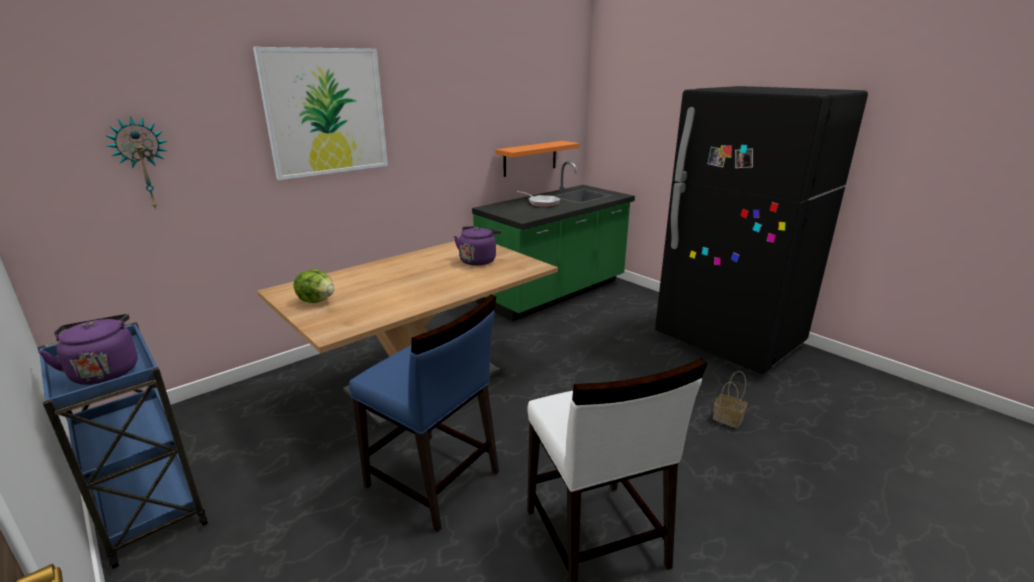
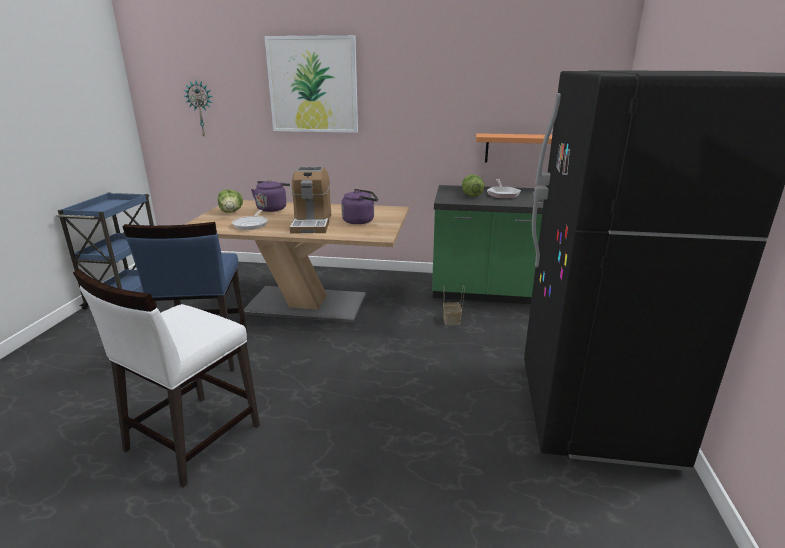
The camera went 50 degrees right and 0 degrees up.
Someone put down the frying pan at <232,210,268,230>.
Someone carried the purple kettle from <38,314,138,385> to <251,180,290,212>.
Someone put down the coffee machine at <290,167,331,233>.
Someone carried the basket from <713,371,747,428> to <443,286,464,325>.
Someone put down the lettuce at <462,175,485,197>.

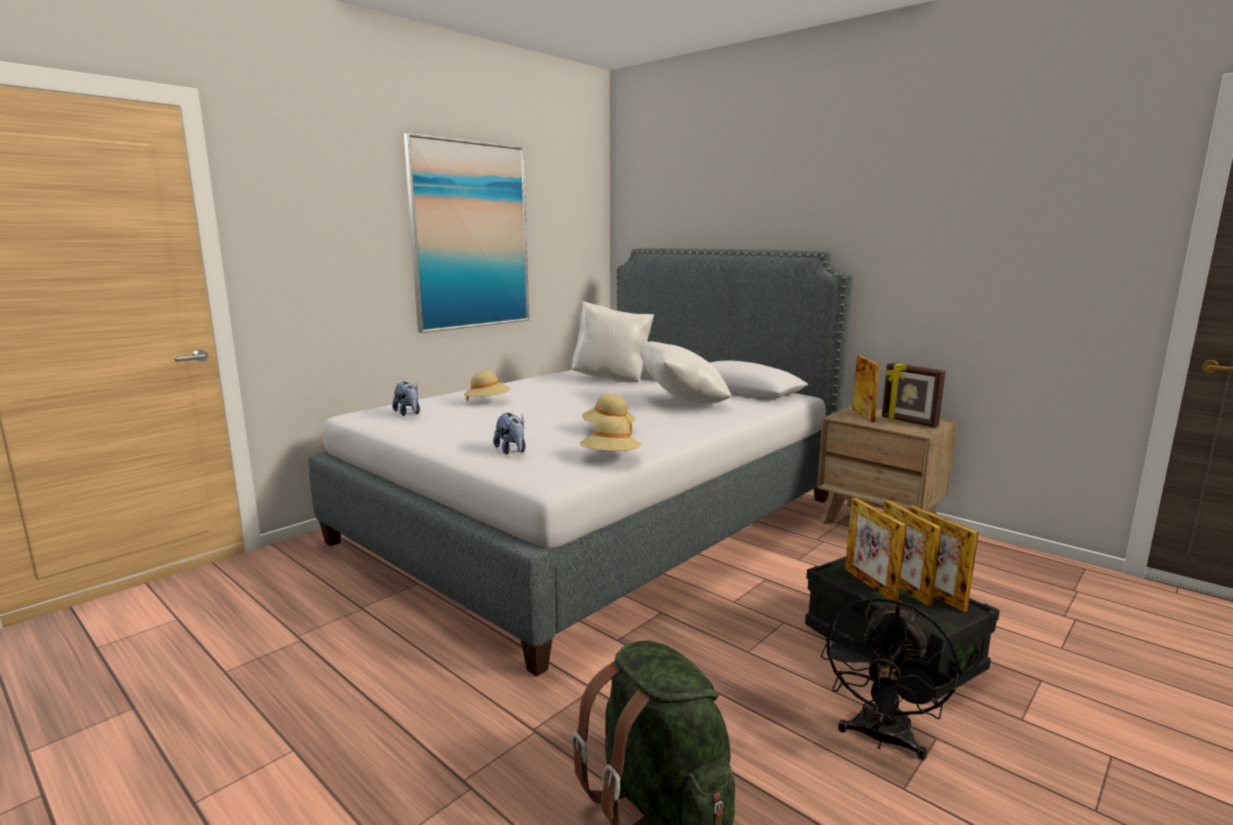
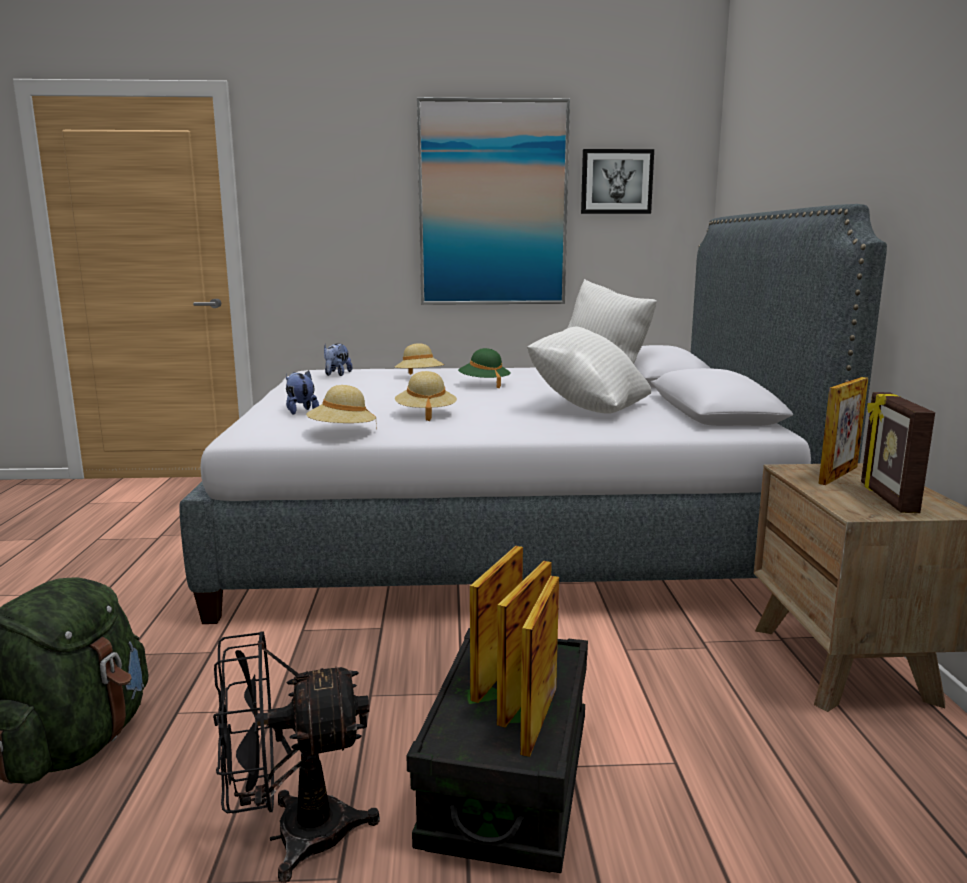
The camera went 45 degrees right and 0 degrees up.
Someone rotated the plush toy at <493,413,526,455> by 135 degrees clockwise.
Someone put down the green hat at <458,348,511,388>.
Someone put up the picture at <581,149,654,214>.

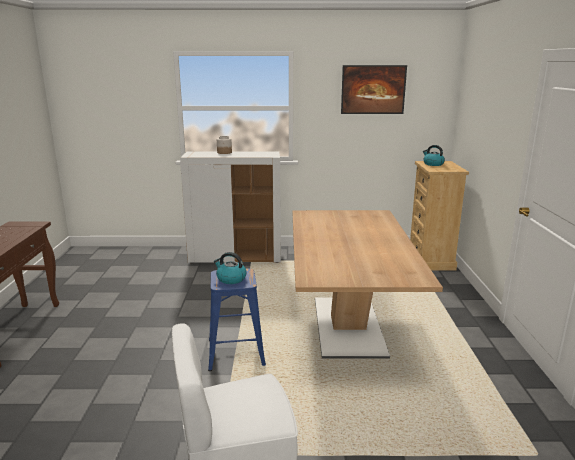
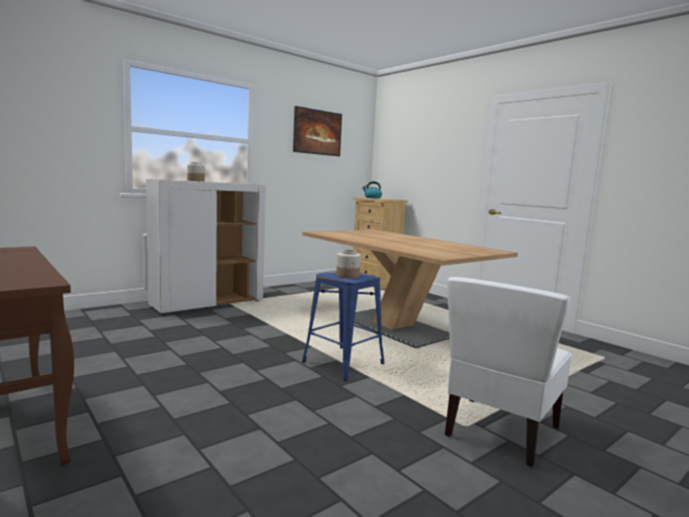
The camera went 40 degrees left and 10 degrees down.
Someone swapped the kettle at <214,252,247,284> for the jar at <336,250,361,278>.

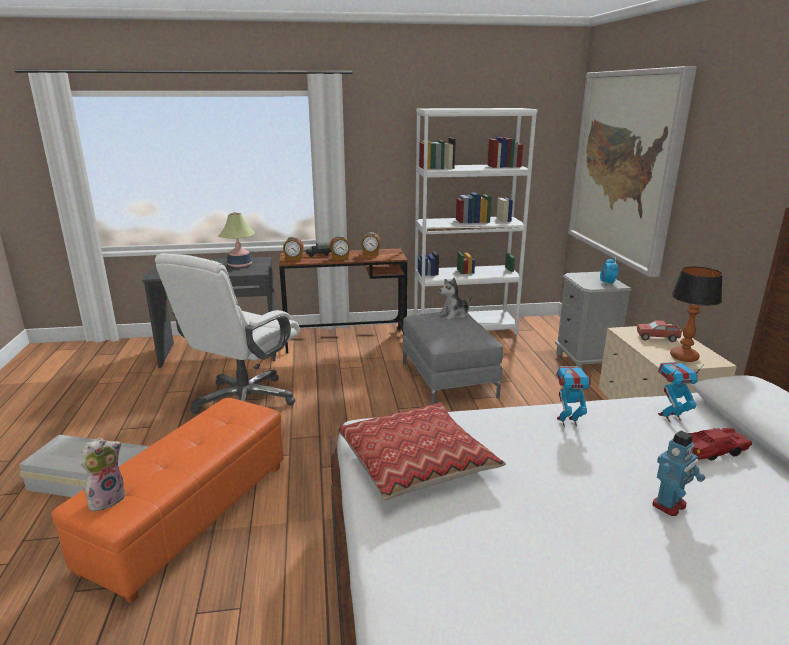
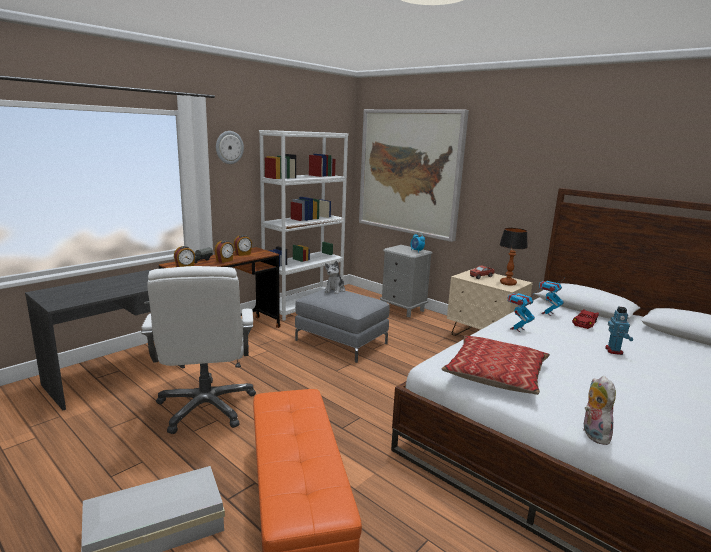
The camera went 40 degrees left and 5 degrees down.
Someone put up the wall clock at <216,131,244,164>.
Someone carried the plush toy from <81,438,125,512> to <583,376,616,445>.
Someone took away the table lamp at <218,212,255,268>.

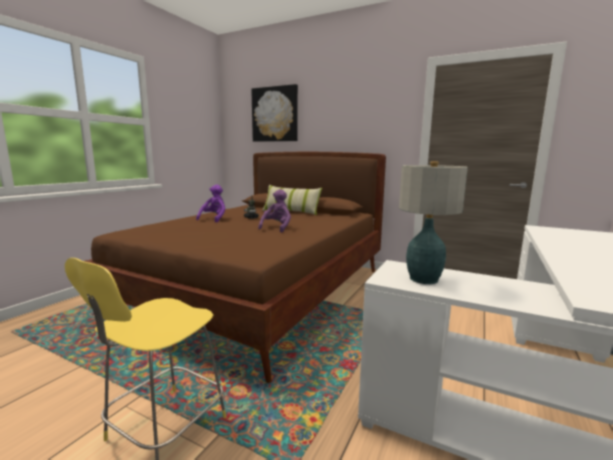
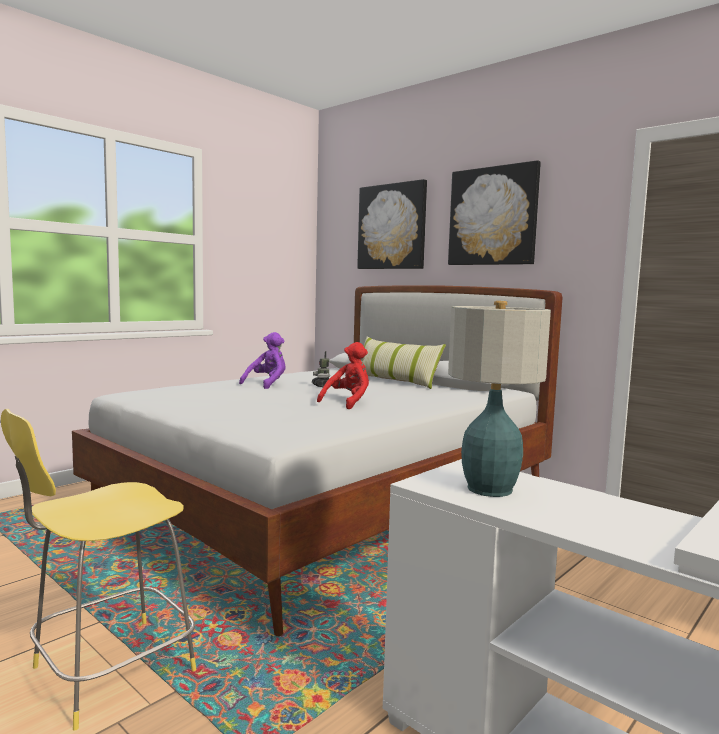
The camera went 15 degrees right and 5 degrees down.
Someone repainted the brown bed at <85,152,386,383>, which became the white bed at <72,285,563,636>.
Someone repainted the purple plush toy at <258,189,291,232>, which became the red plush toy at <317,342,369,409>.
Someone put up the picture at <448,160,541,265>.

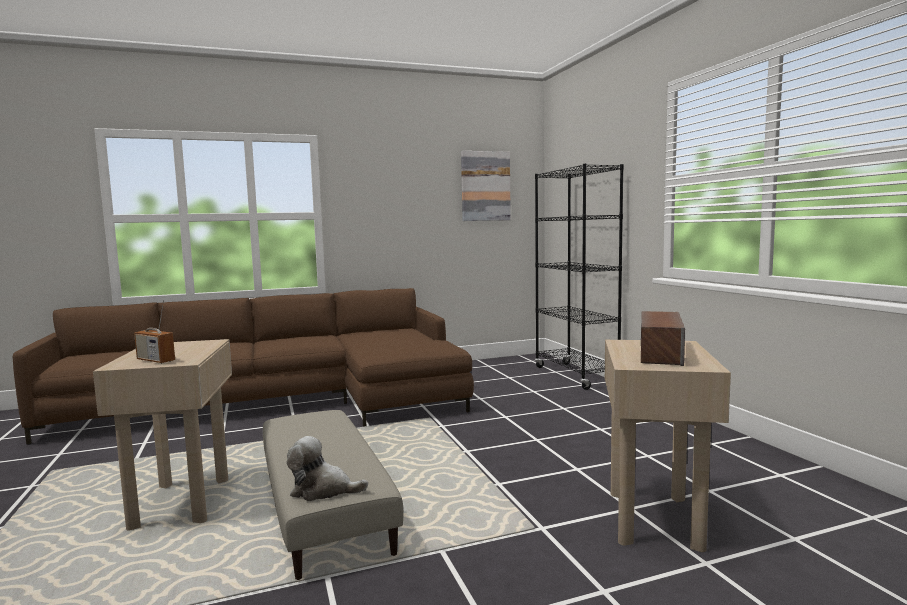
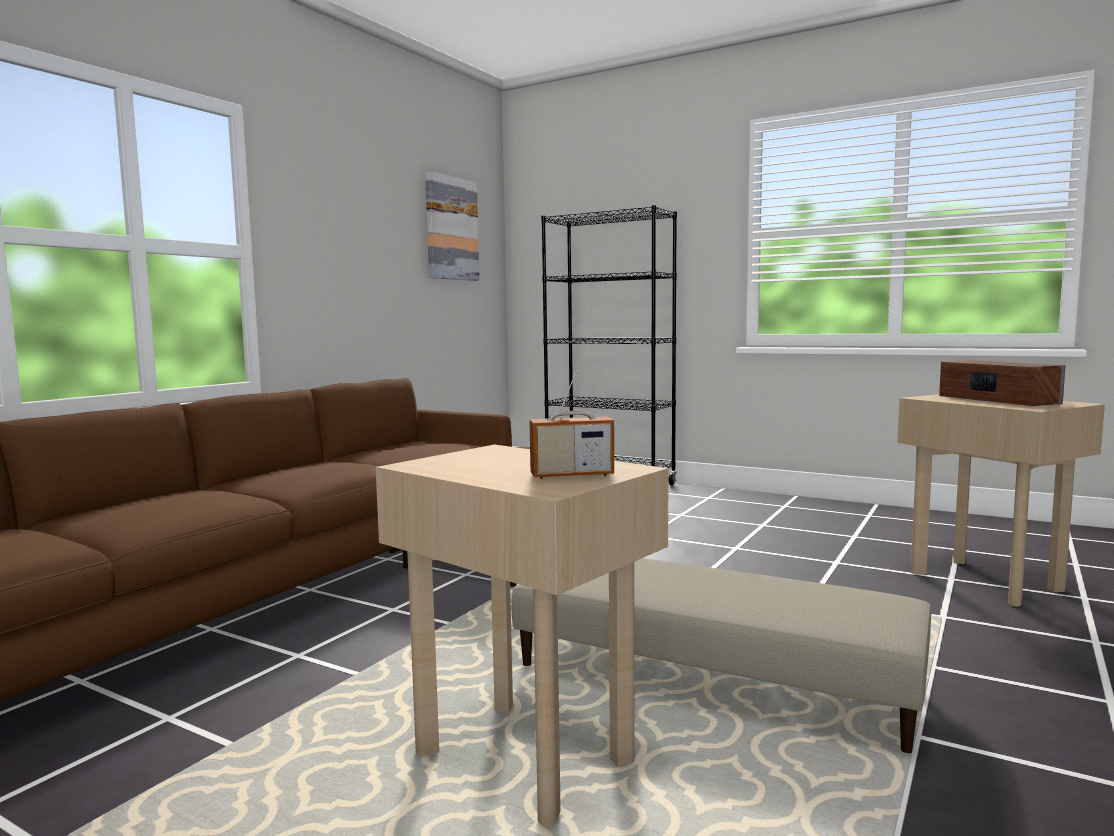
The camera went 40 degrees left and 0 degrees up.
Someone took away the plush toy at <287,436,368,501>.

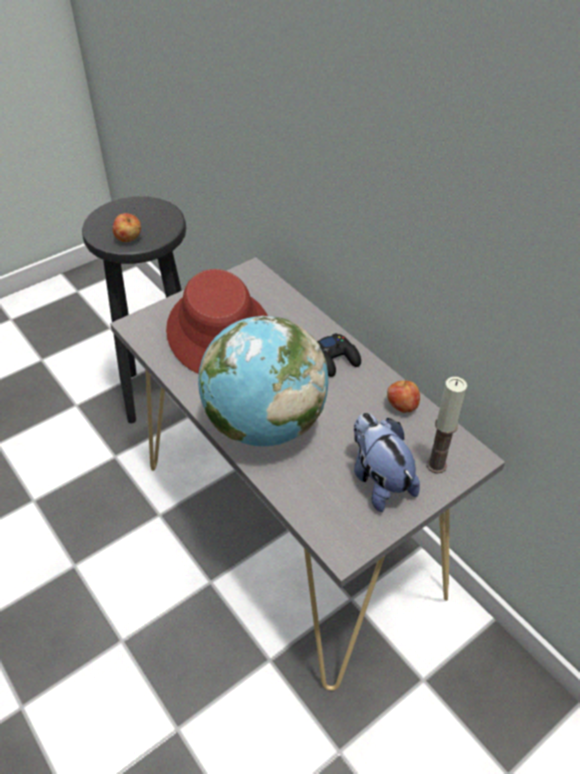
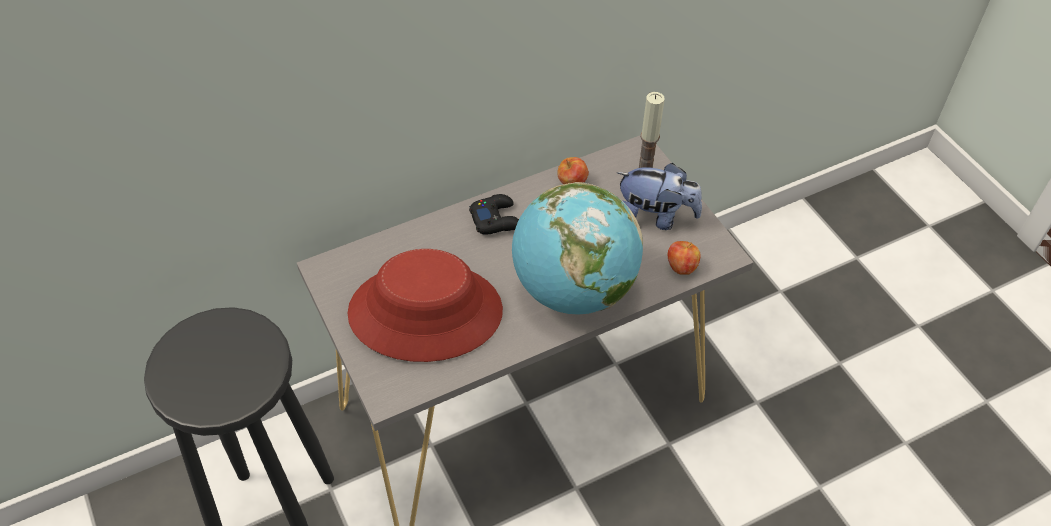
The camera went 80 degrees left and 5 degrees up.
Someone rotated the plush toy at <354,413,420,512> by 150 degrees counterclockwise.
Someone carried the apple from <113,213,141,242> to <668,241,701,275>.

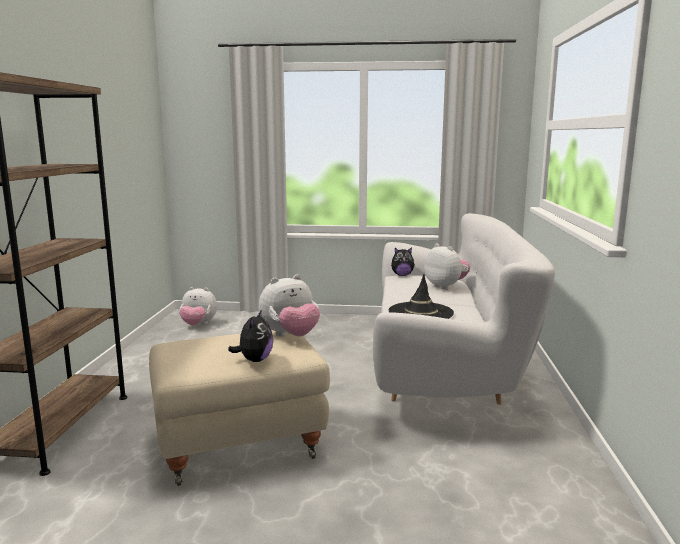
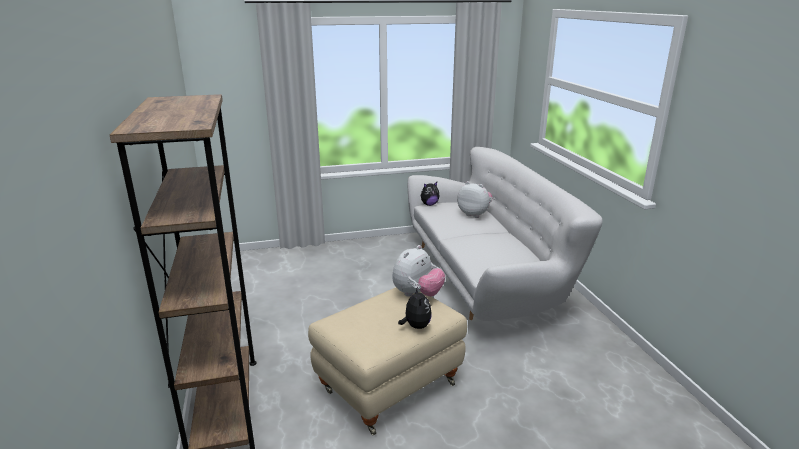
The camera went 20 degrees left and 10 degrees up.
Someone took away the plush toy at <179,287,217,325>.
Someone took away the black hat at <389,274,454,319>.

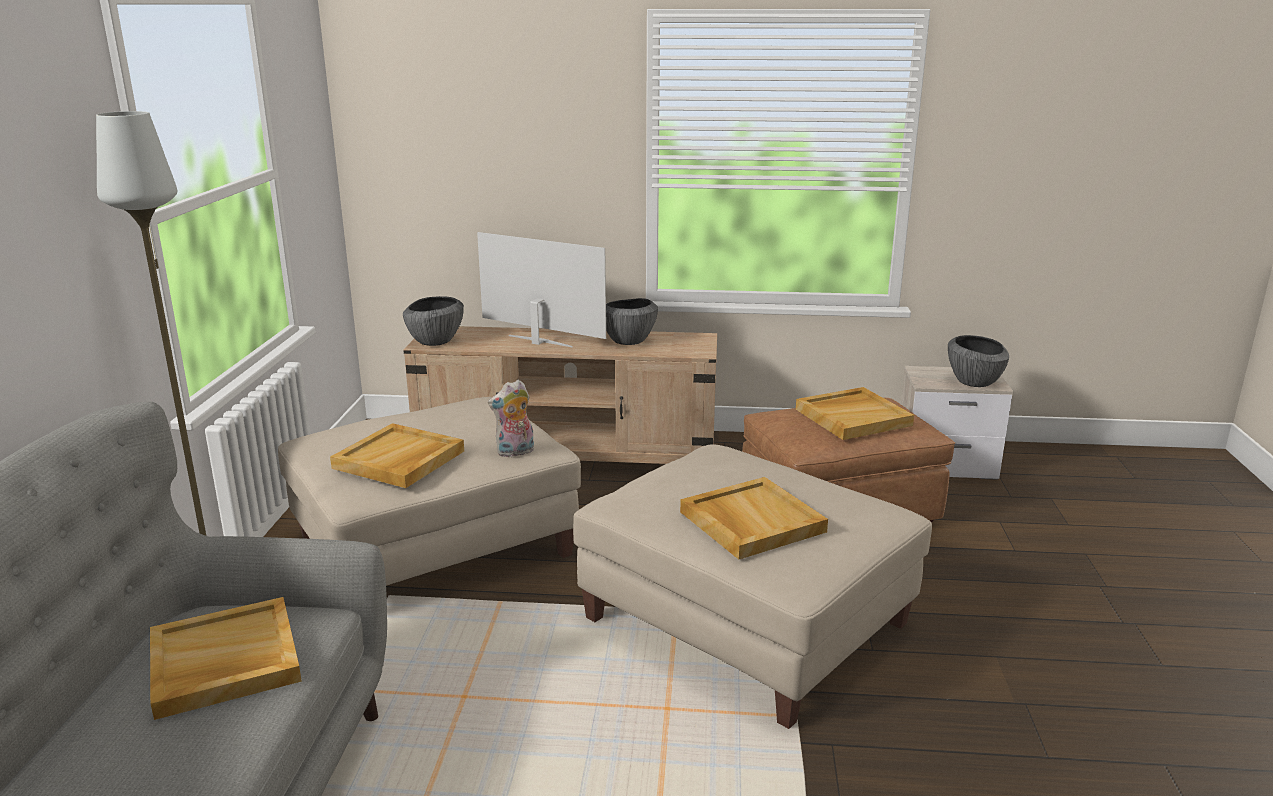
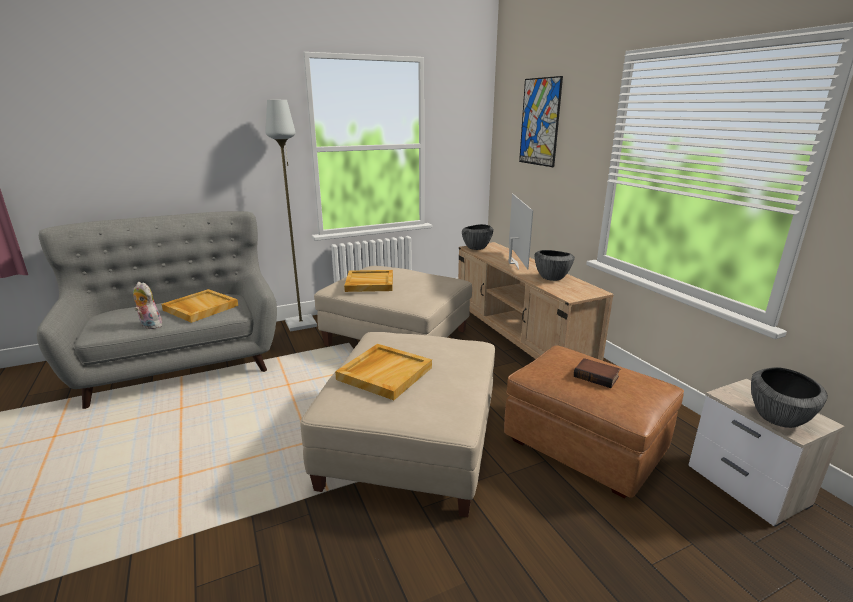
The camera went 60 degrees right and 0 degrees up.
Someone carried the plush toy from <488,380,534,458> to <133,282,162,330>.
Someone put up the picture at <519,76,563,167>.
Someone swapped the beige tray at <796,387,914,440> for the book at <574,358,620,388>.

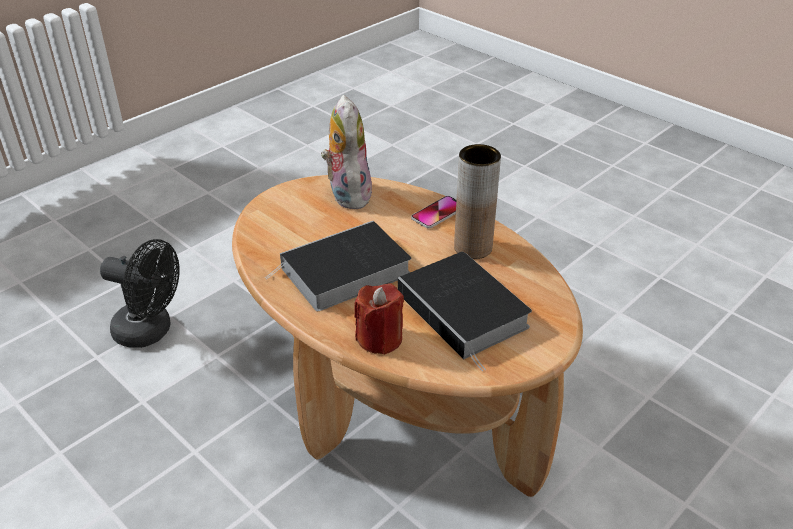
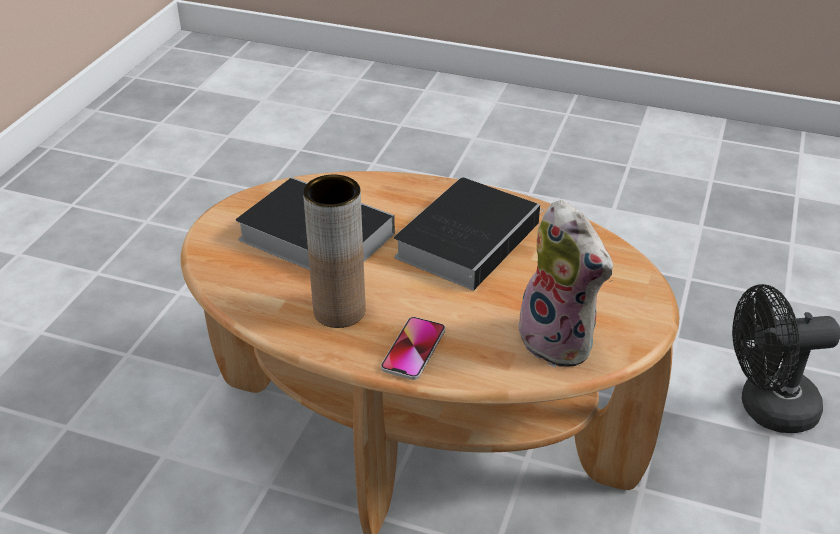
The camera went 155 degrees right and 0 degrees up.
Someone took away the red candle at <354,283,404,355>.

